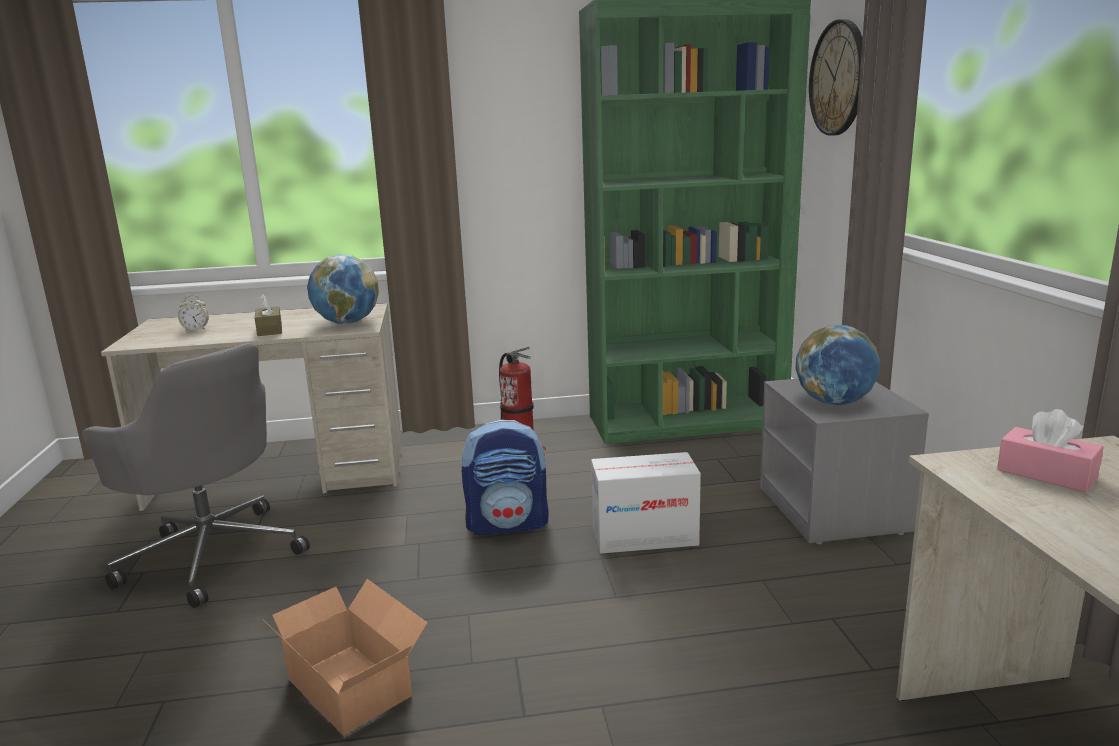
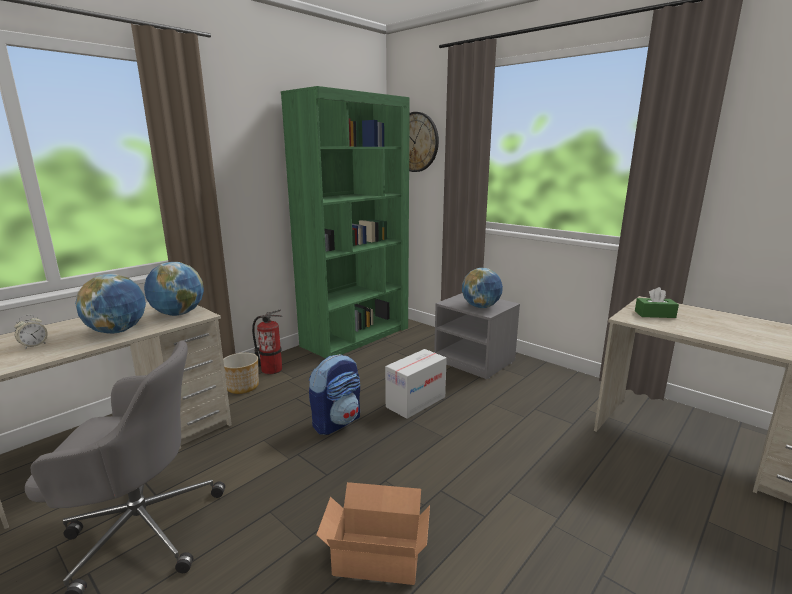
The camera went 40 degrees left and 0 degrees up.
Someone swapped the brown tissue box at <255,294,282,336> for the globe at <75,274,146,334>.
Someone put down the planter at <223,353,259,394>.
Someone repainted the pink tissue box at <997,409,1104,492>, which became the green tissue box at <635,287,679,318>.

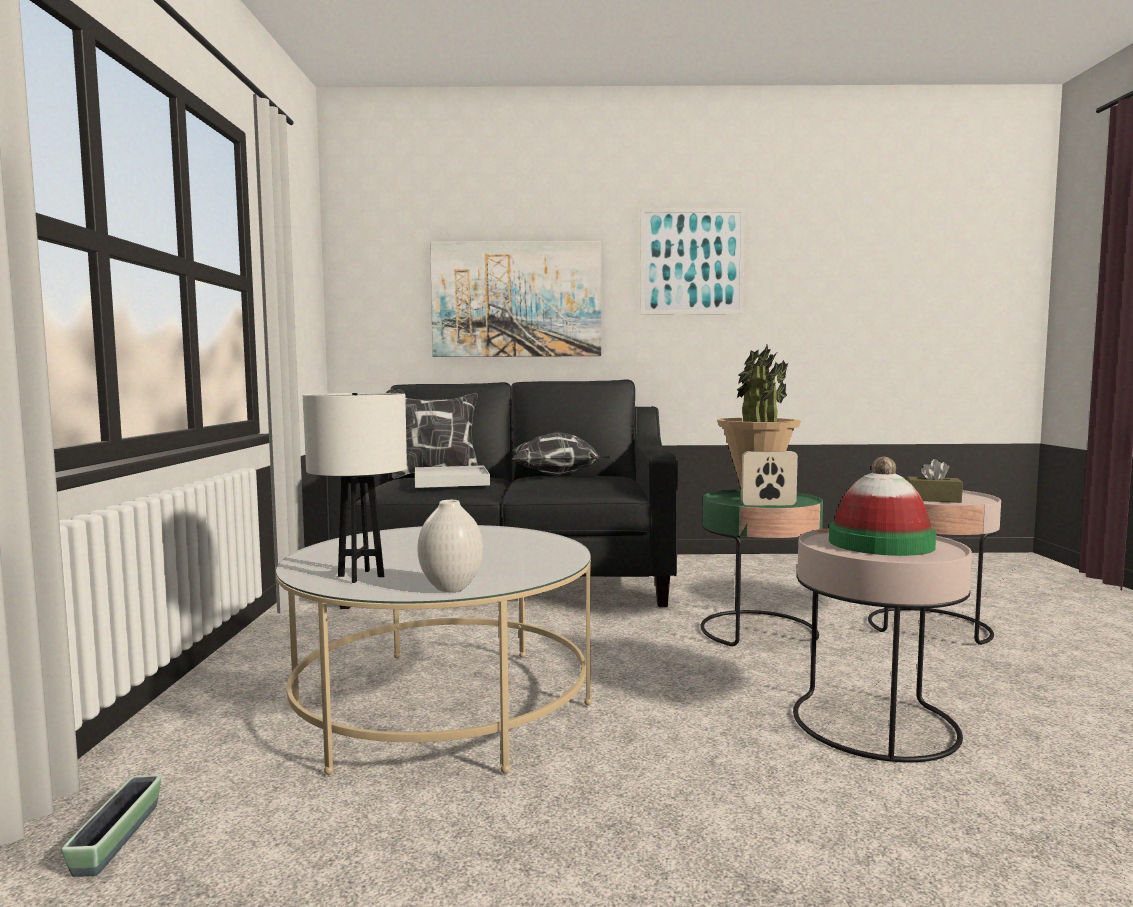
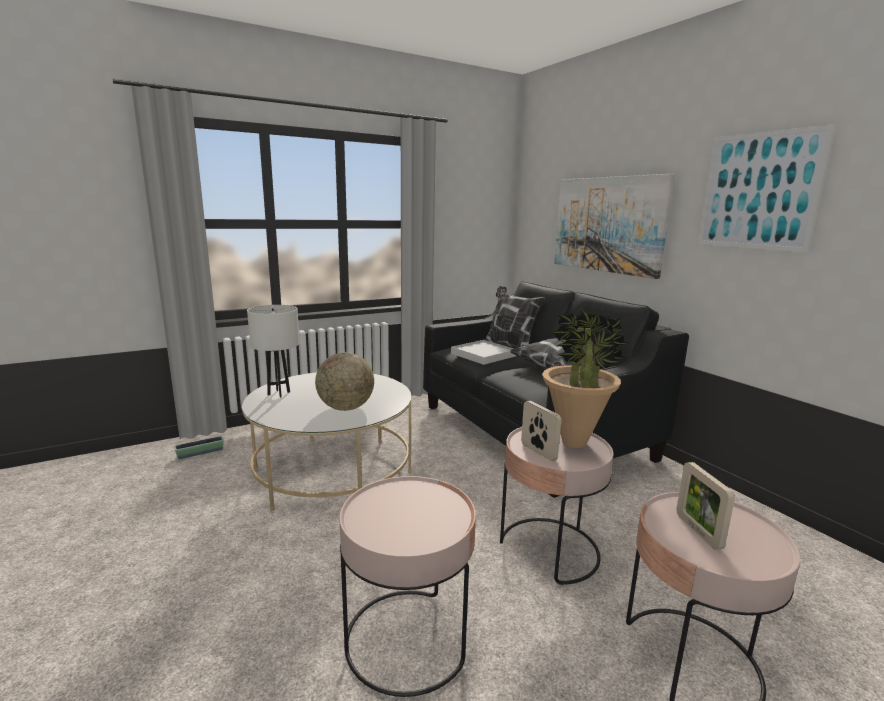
The camera went 60 degrees right and 10 degrees up.
Someone put down the globe at <315,352,374,411>.
Someone repainted the green side table at <701,489,823,646>, which became the pink side table at <500,427,614,585>.
Someone swapped the brown tissue box at <906,459,963,503> for the picture frame at <676,462,735,550>.
Someone took away the white vase at <417,500,483,592>.
Someone took away the hat at <829,457,936,556>.

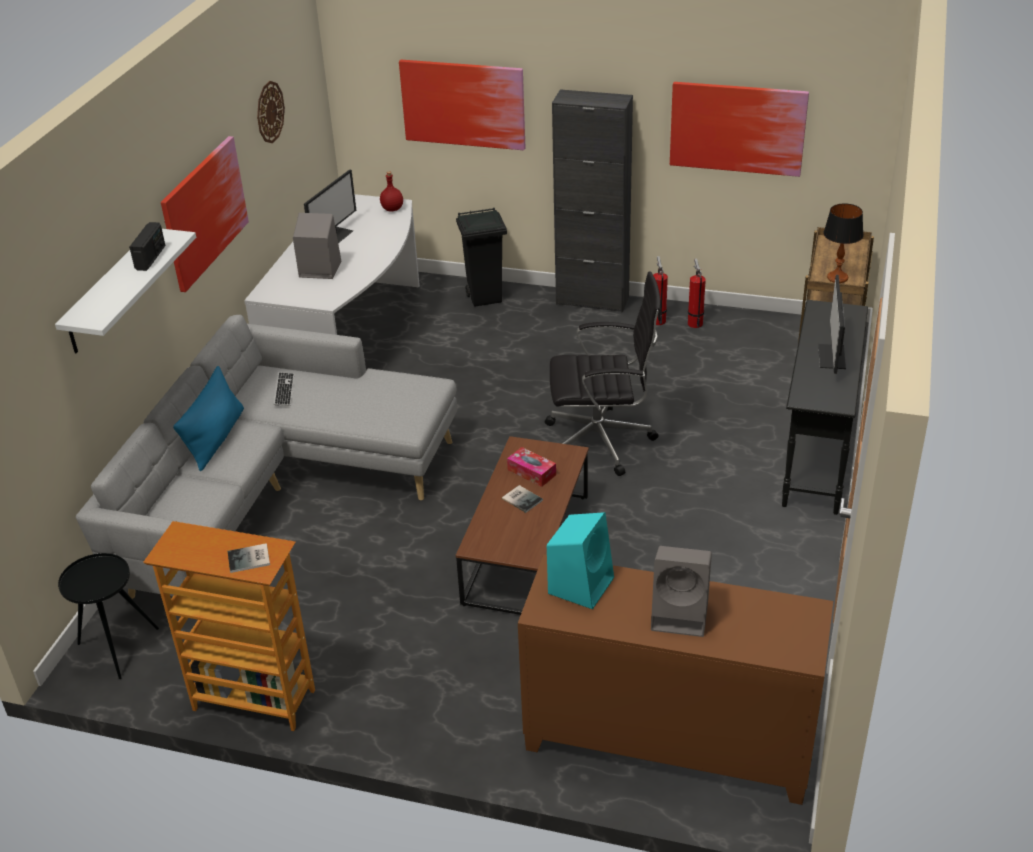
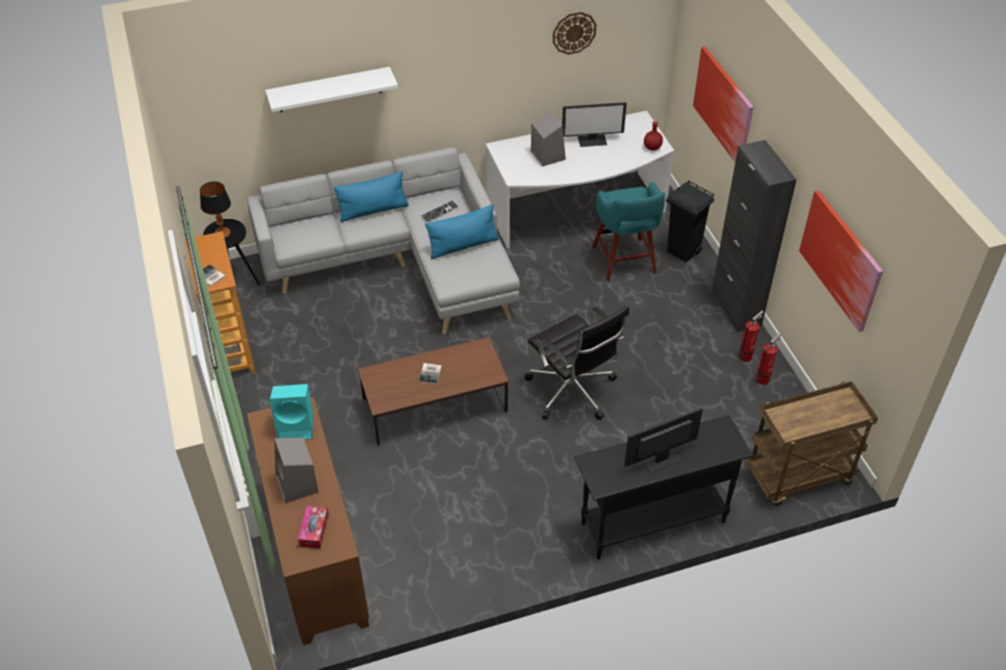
The camera went 55 degrees right and 10 degrees up.
Someone carried the table lamp from <823,203,863,283> to <200,181,231,238>.
Someone carried the tissue box from <507,447,556,487> to <298,506,329,549>.
Someone put down the blue pillow at <425,204,499,259>.
Someone put down the turquoise stool at <592,182,665,281>.
Someone took away the radio at <129,222,166,271>.
Someone took away the picture at <161,136,249,292>.

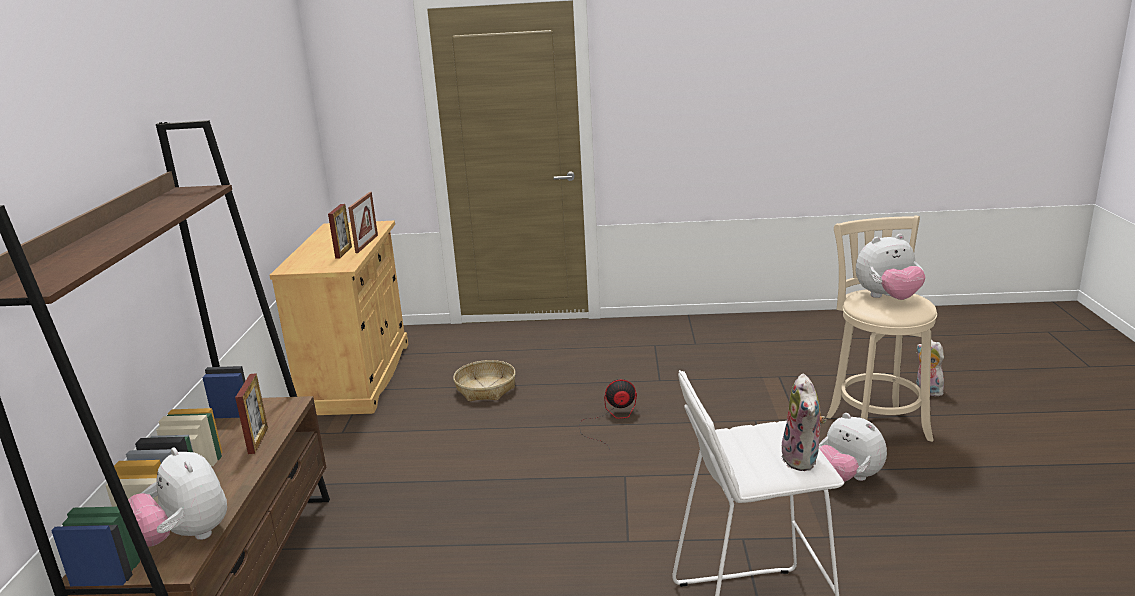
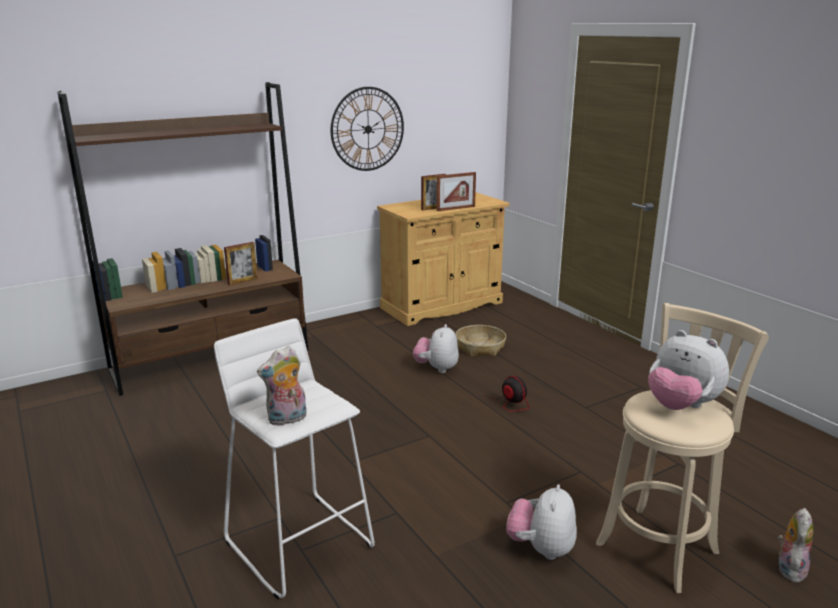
The camera went 55 degrees right and 0 degrees up.
Someone put up the wall clock at <331,87,404,171>.
Someone carried the plush toy from <128,447,227,547> to <413,324,459,373>.

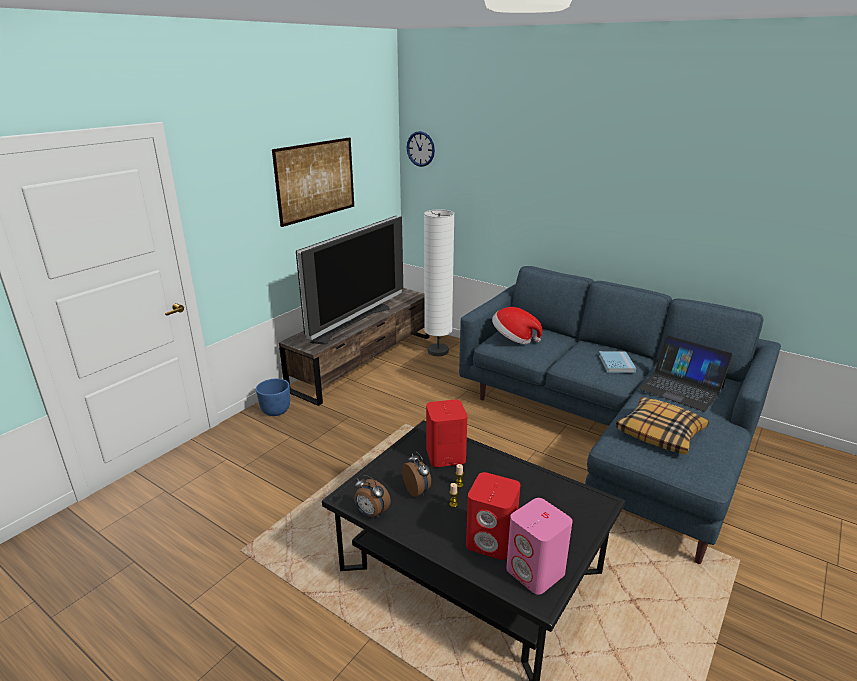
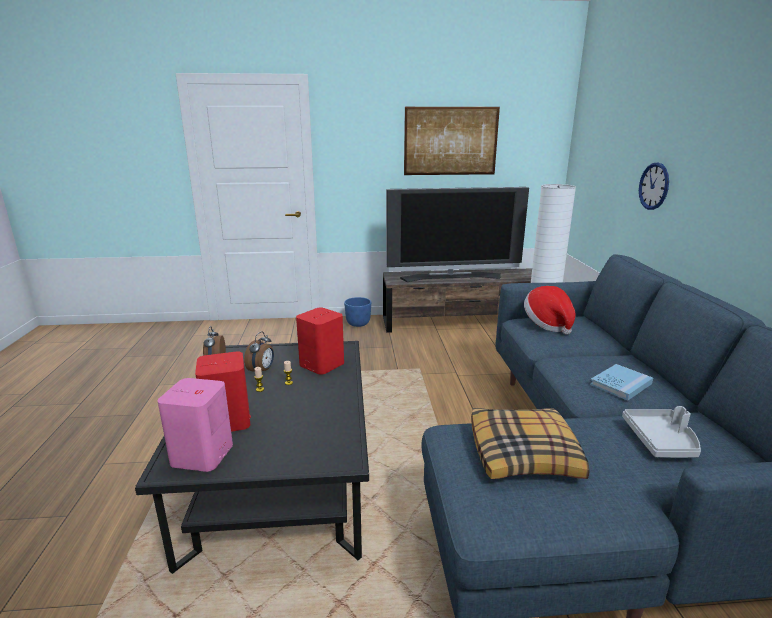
The camera went 50 degrees right and 5 degrees down.
Someone swapped the laptop at <638,335,733,412> for the grey tray at <622,406,701,458>.
Someone carried the wall clock from <407,131,435,167> to <639,163,669,210>.

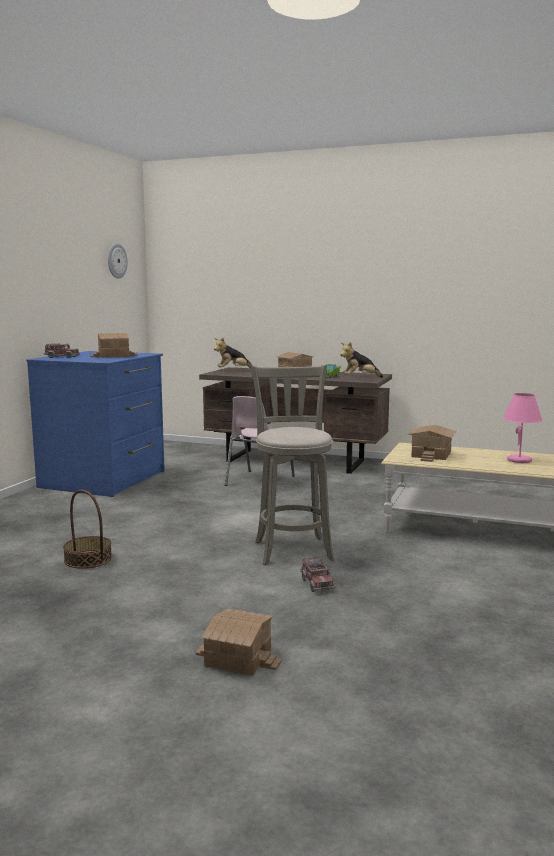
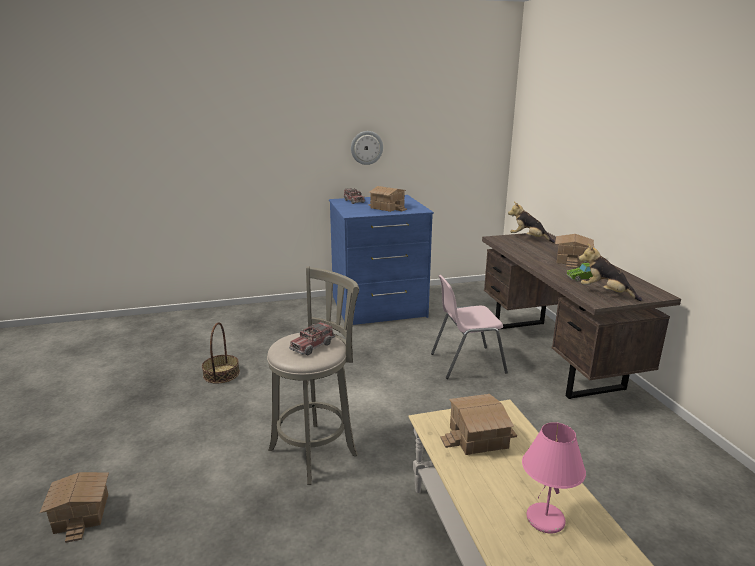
The camera went 55 degrees right and 10 degrees up.
Someone carried the toy truck from <300,557,335,592> to <289,321,335,355>.
Someone carried the wall clock from <108,243,128,279> to <351,131,383,165>.

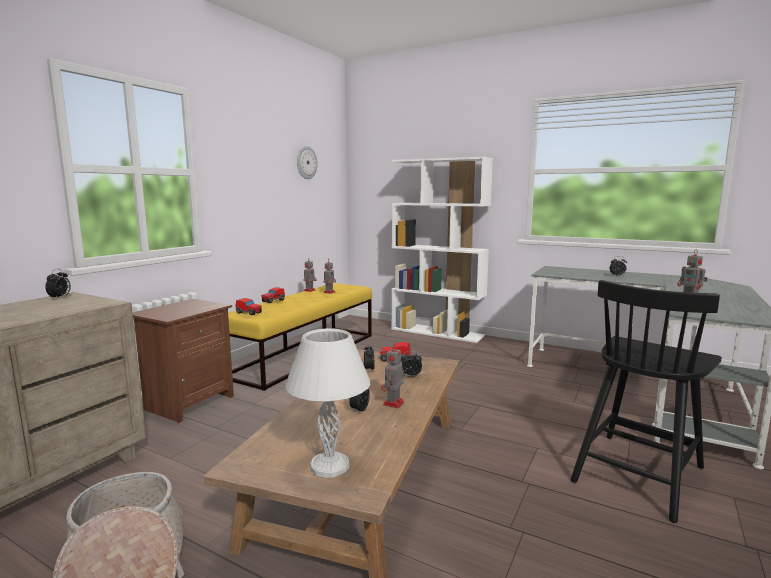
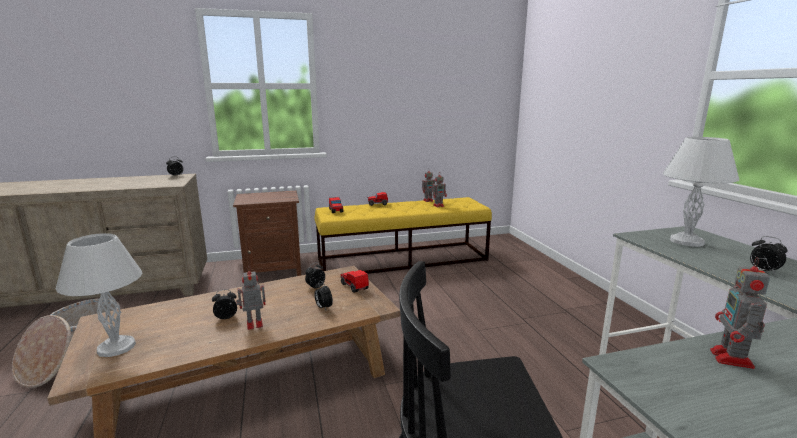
The camera went 45 degrees right and 5 degrees up.
Someone put down the white table lamp at <663,137,739,247>.
Someone took away the wall clock at <297,146,318,179>.
Someone took away the white bookcase at <392,157,493,343>.

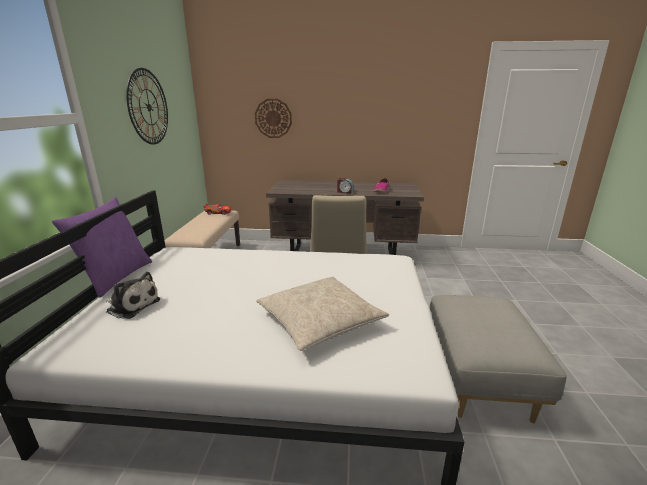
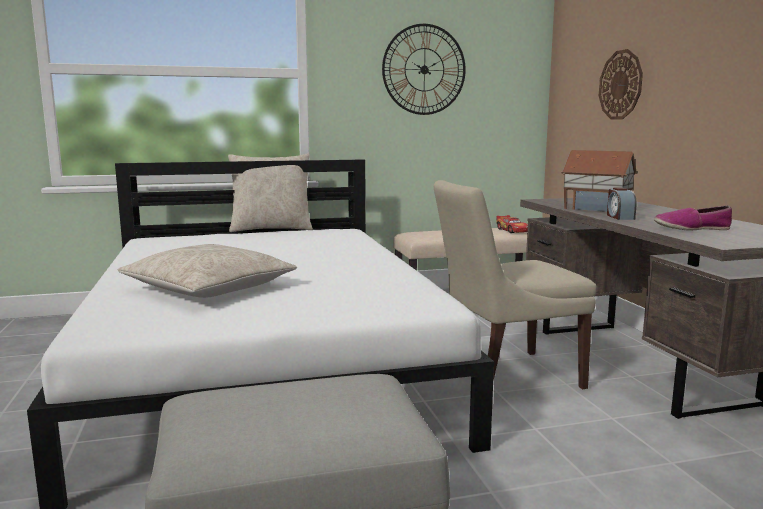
The camera went 70 degrees right and 10 degrees down.
Someone repainted the purple pillow at <52,197,152,298>, which became the beige pillow at <228,154,313,232>.
Someone put down the toy house at <561,150,638,212>.
Someone took away the plush toy at <106,272,160,319>.

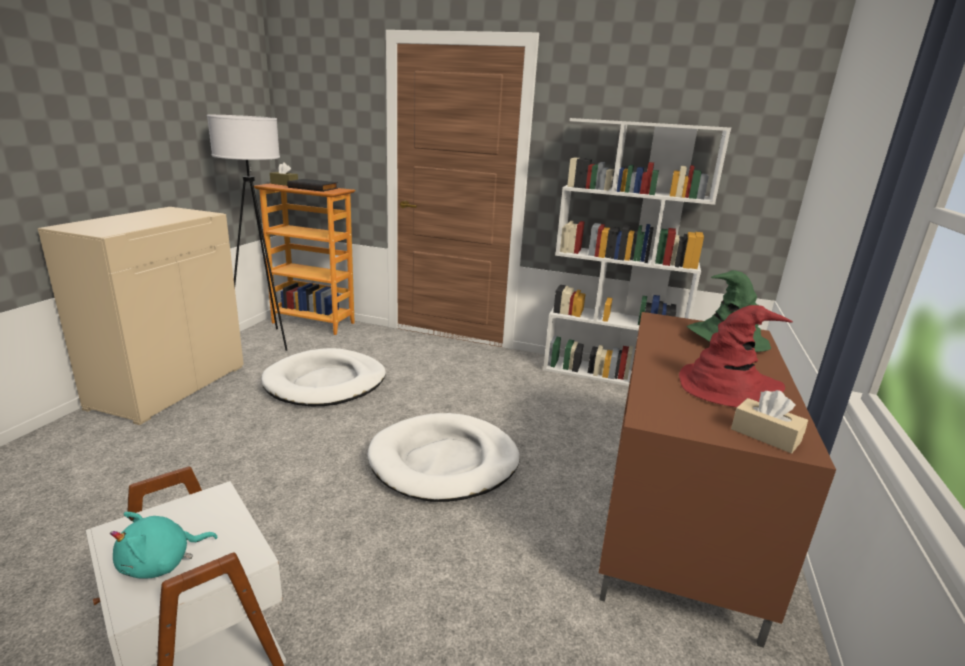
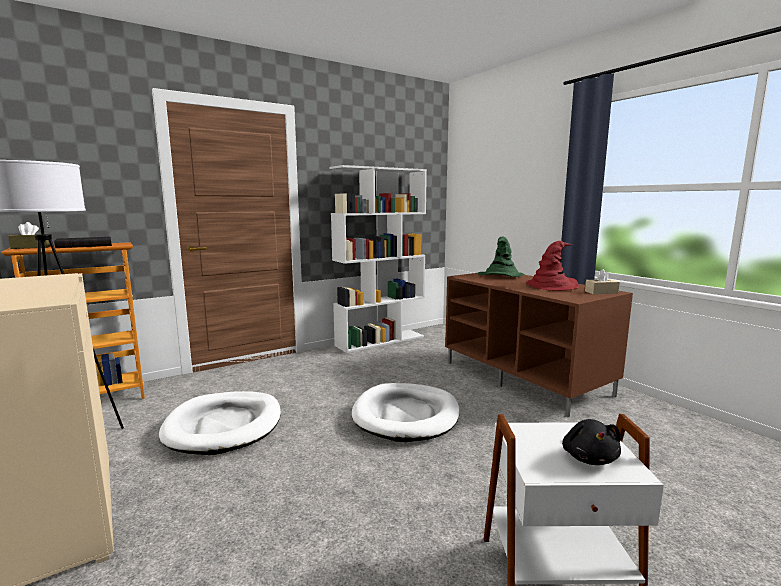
The camera went 50 degrees left and 10 degrees down.
Someone repainted the turquoise plush toy at <110,512,218,579>, which became the black plush toy at <562,419,621,465>.

